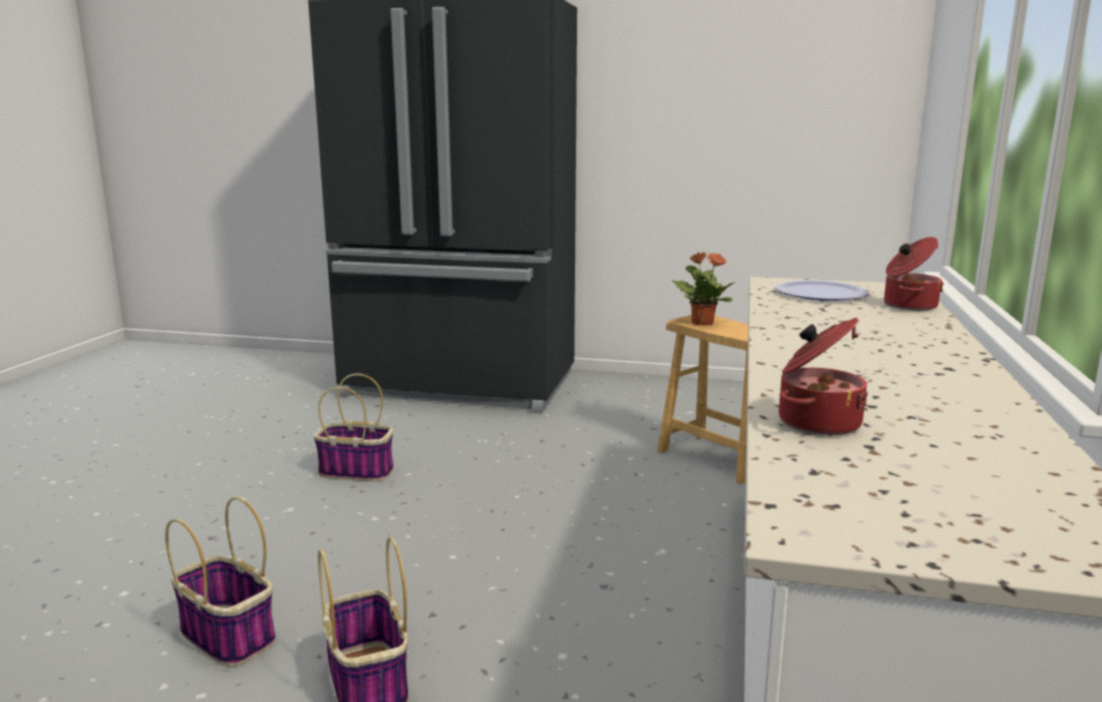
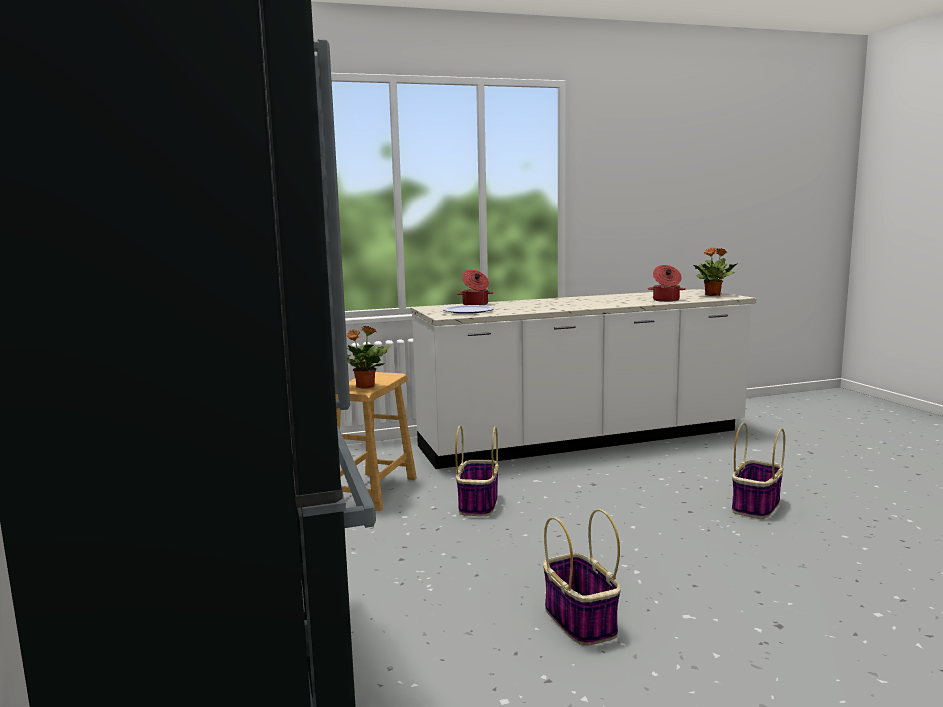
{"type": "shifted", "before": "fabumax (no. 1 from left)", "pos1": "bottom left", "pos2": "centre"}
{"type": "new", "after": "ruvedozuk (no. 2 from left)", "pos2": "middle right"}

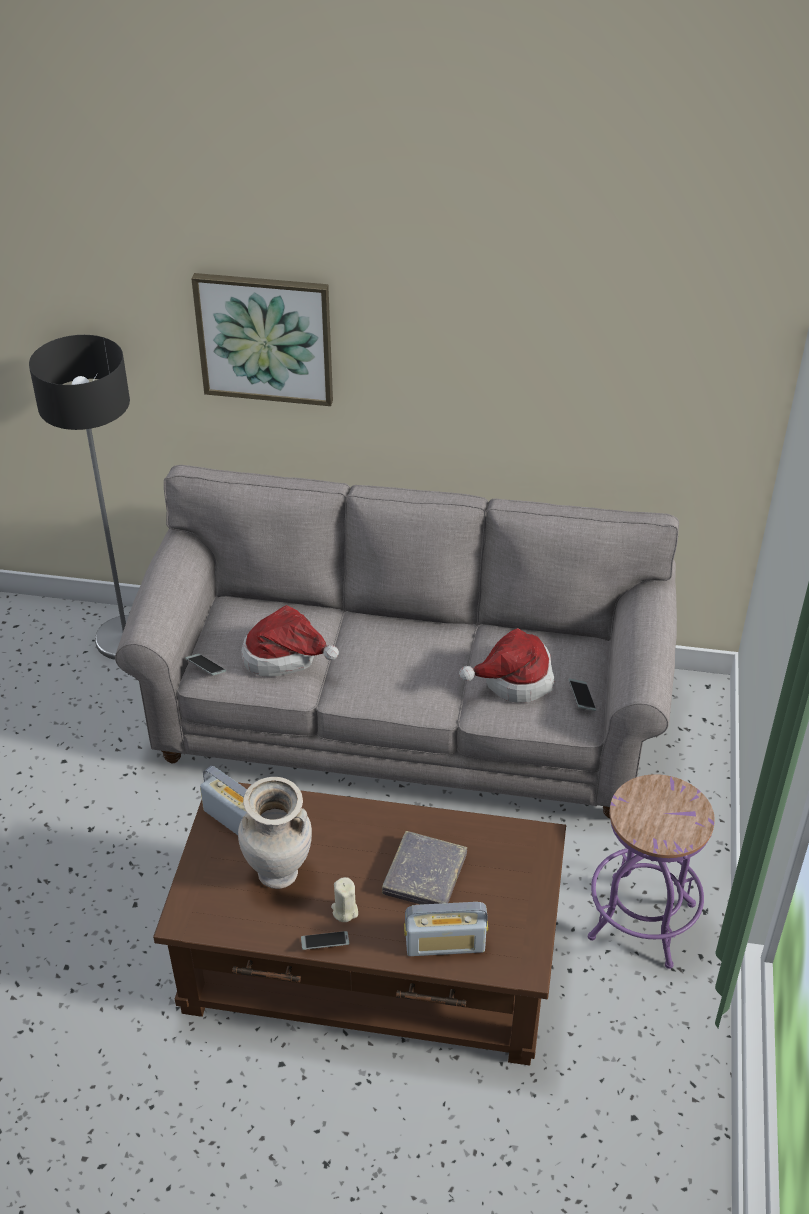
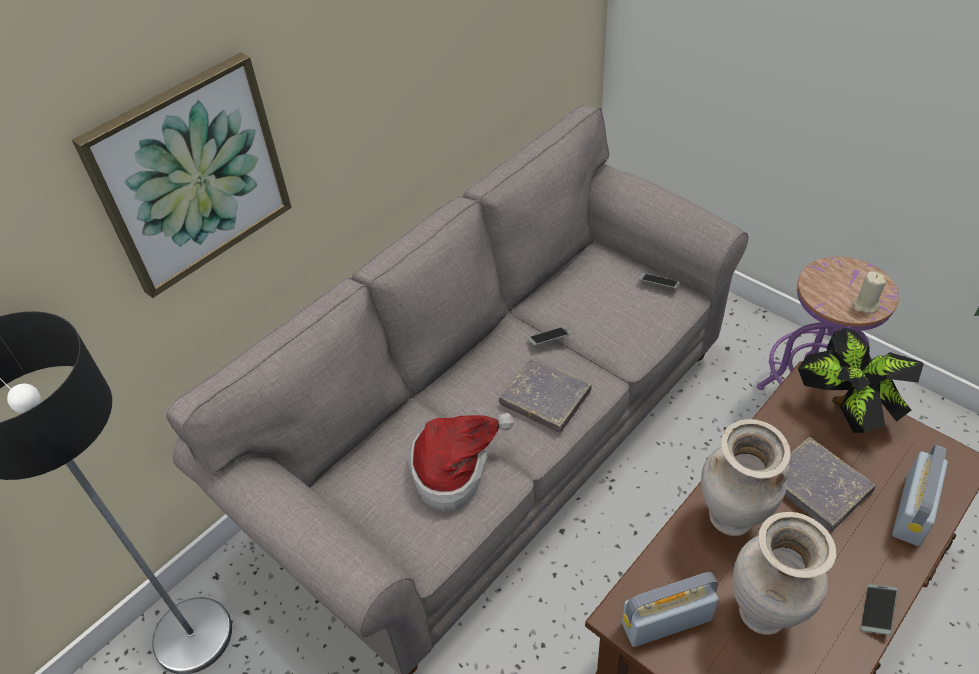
{"type": "new", "after": "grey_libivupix (no. 1 from left)", "pos2": "centre"}
{"type": "shifted", "before": "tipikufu (no. 1 from left)", "pos1": "middle left", "pos2": "centre"}
{"type": "new", "after": "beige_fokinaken (no. 1 from left)", "pos2": "bottom right"}
{"type": "new", "after": "ruvedozuk", "pos2": "middle right"}
{"type": "shifted", "before": "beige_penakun", "pos1": "bottom centre", "pos2": "middle right"}
{"type": "gone", "before": "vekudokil (no. 2 from left)", "pos1": "centre"}

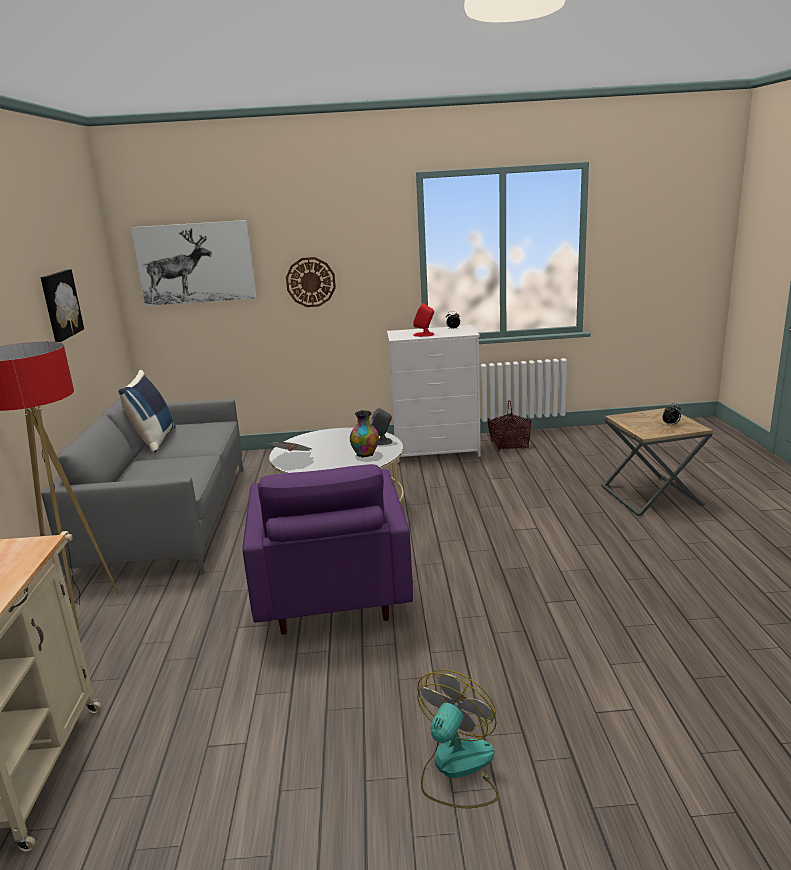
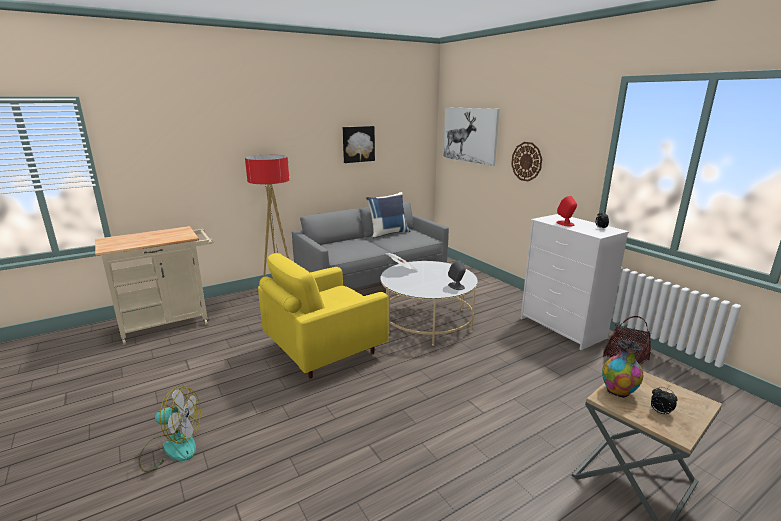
{"type": "repainted", "before": "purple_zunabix", "after": "yellow_zunabix", "pos1": "centre", "pos2": "centre"}
{"type": "shifted", "before": "fokinaken", "pos1": "centre", "pos2": "bottom right"}

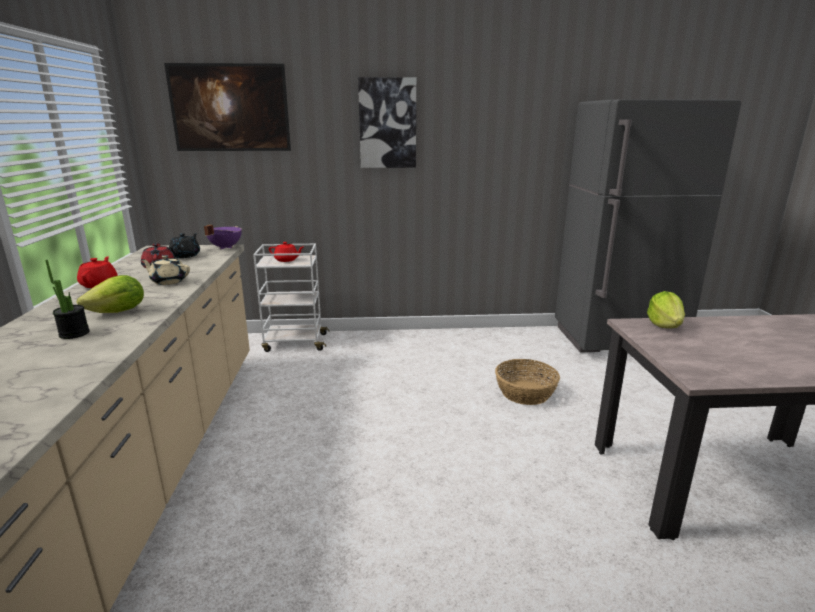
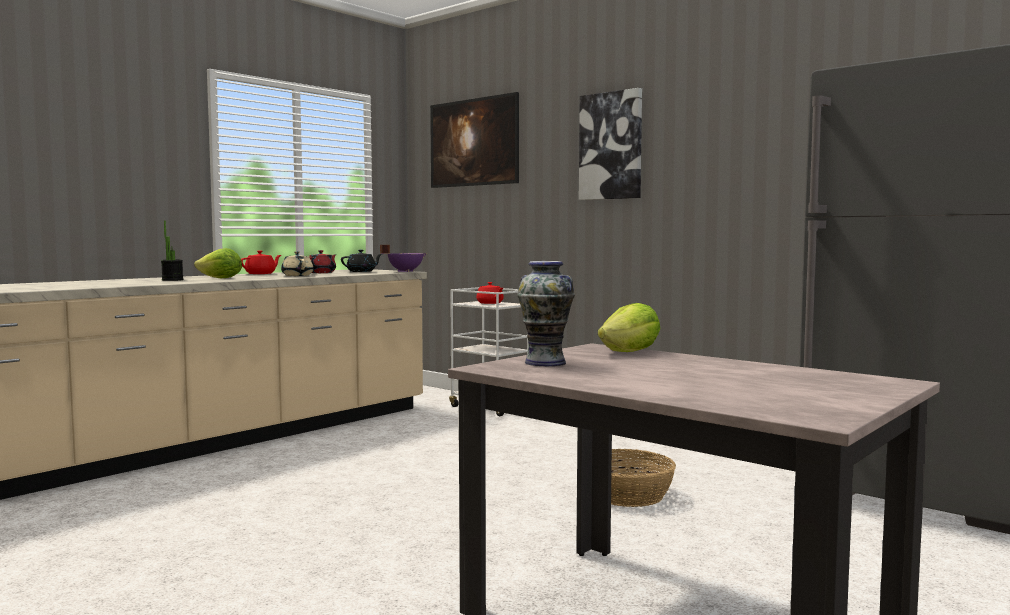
{"type": "new", "after": "fokinaken", "pos2": "centre"}

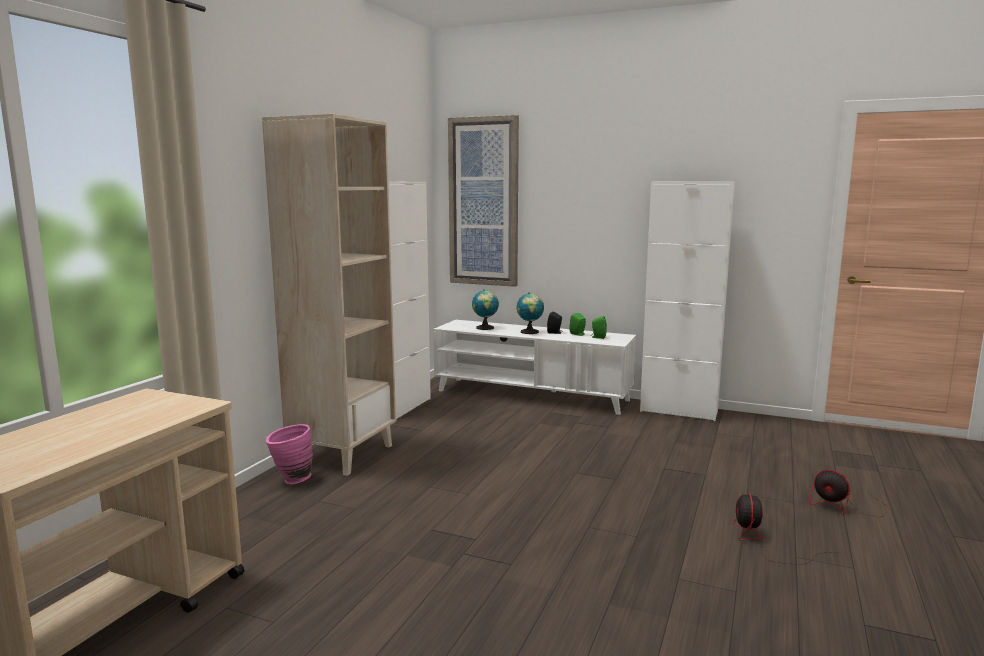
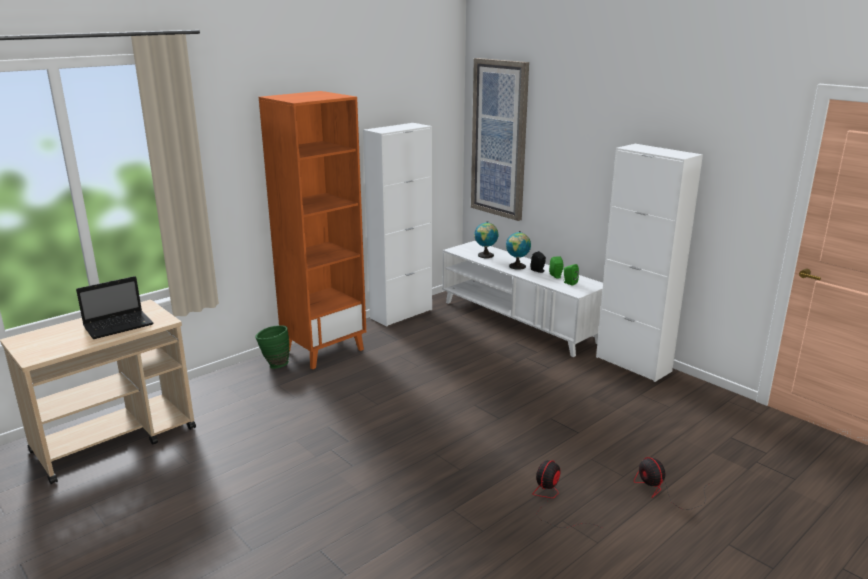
{"type": "new", "after": "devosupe", "pos2": "middle left"}
{"type": "repainted", "before": "pink_fokinaken", "after": "green_fokinaken", "pos1": "bottom left", "pos2": "middle left"}
{"type": "repainted", "before": "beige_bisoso", "after": "orange_bisoso", "pos1": "centre", "pos2": "centre"}

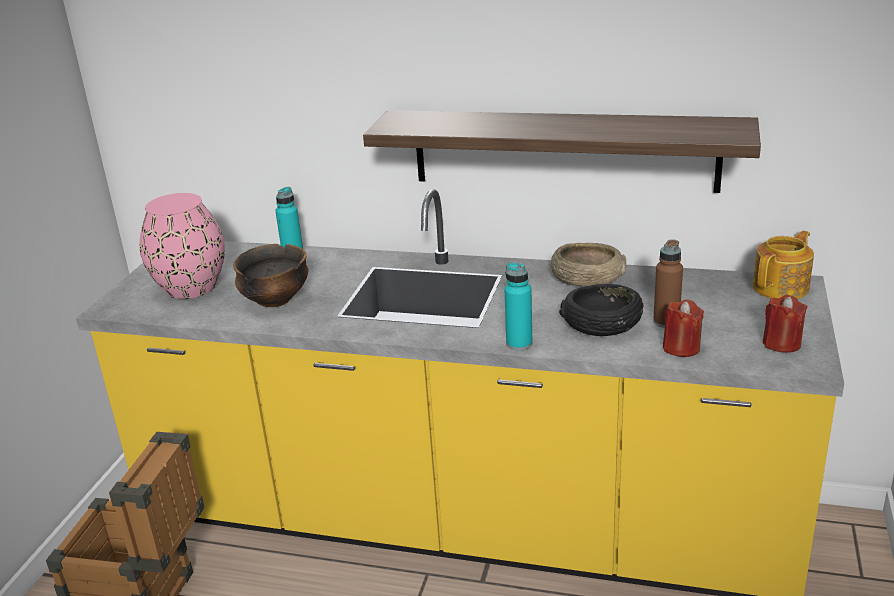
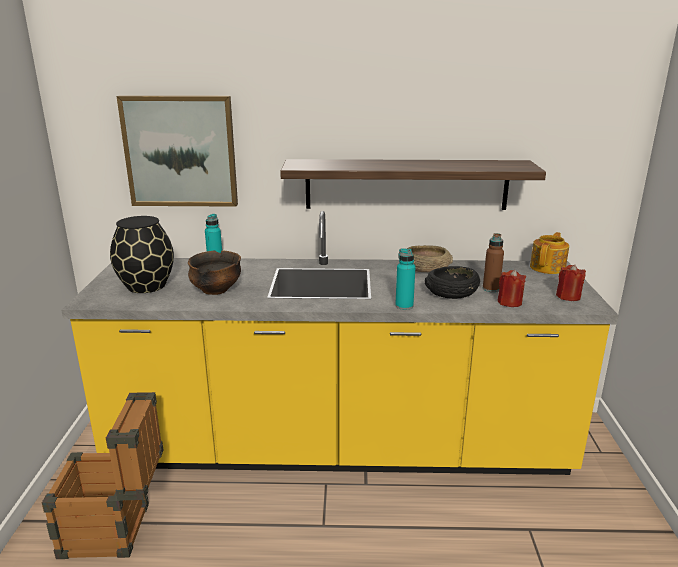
{"type": "repainted", "before": "pink_fokinaken", "after": "black_fokinaken", "pos1": "middle left", "pos2": "middle left"}
{"type": "new", "after": "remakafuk", "pos2": "top left"}

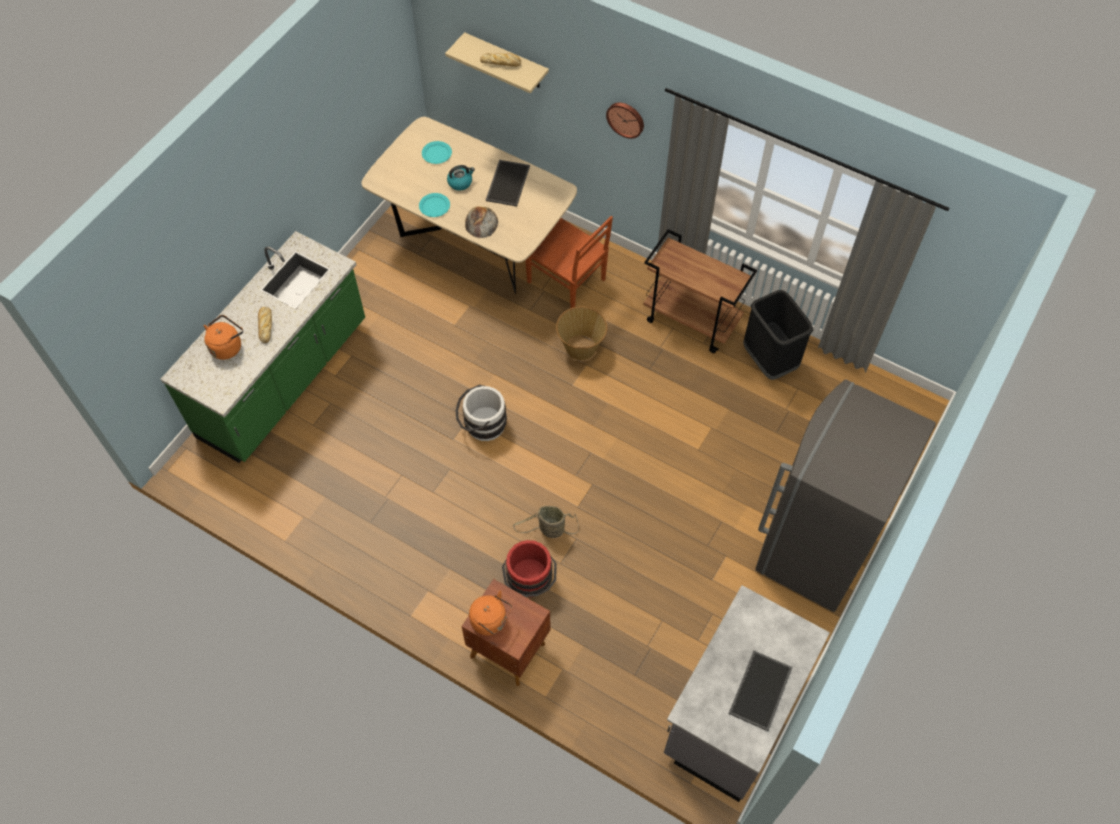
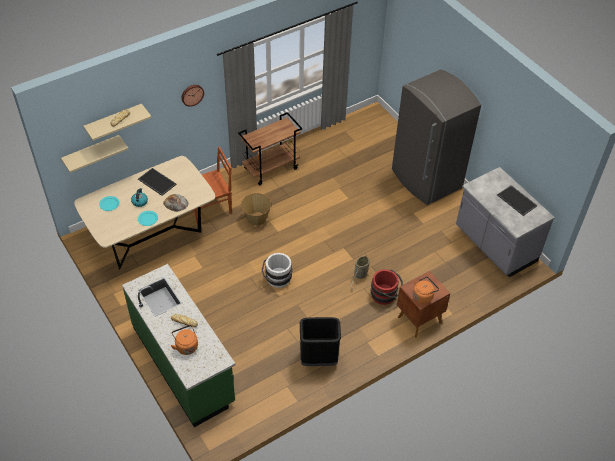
{"type": "new", "after": "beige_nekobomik (no. 1 from left)", "pos2": "middle left"}
{"type": "shifted", "before": "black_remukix", "pos1": "middle right", "pos2": "bottom centre"}

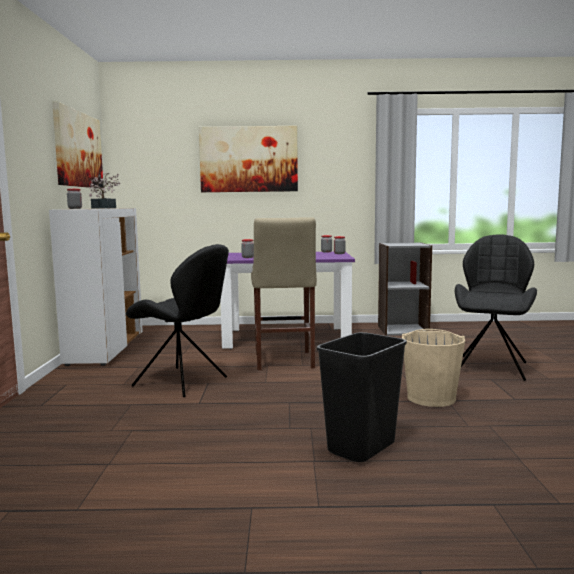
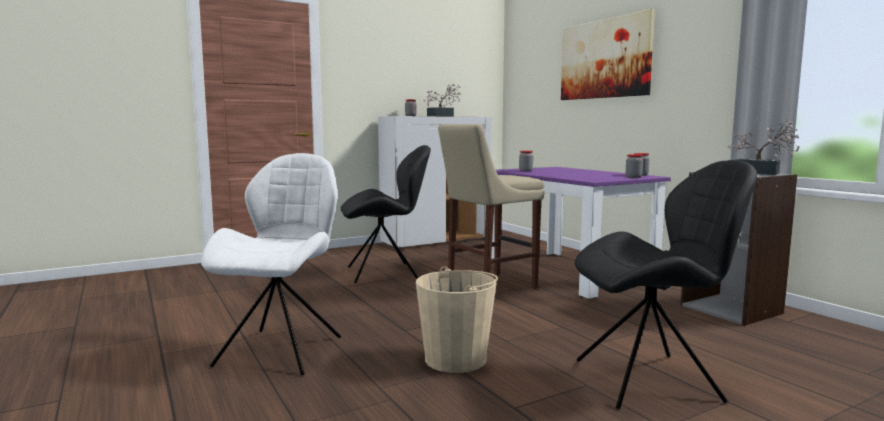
{"type": "swapped", "before": "black_remukix", "after": "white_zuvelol", "pos1": "bottom centre", "pos2": "middle left"}
{"type": "rotated", "before": "black_zuvelol (no. 1 from left)", "pos1": "middle left", "pos2": "centre", "turn": -105}
{"type": "new", "after": "ruvedozuk (no. 2 from left)", "pos2": "middle right"}
{"type": "gone", "before": "remakafuk (no. 1 from left)", "pos1": "top left"}

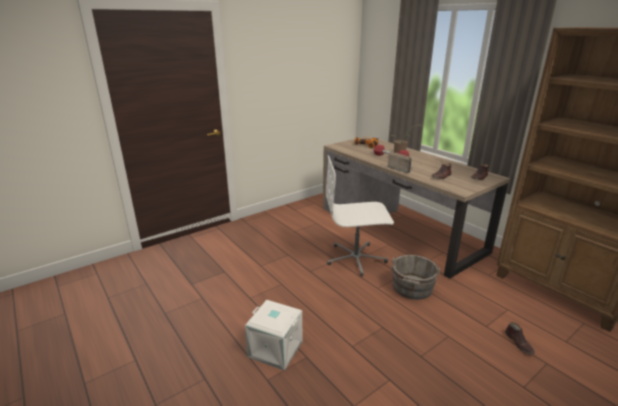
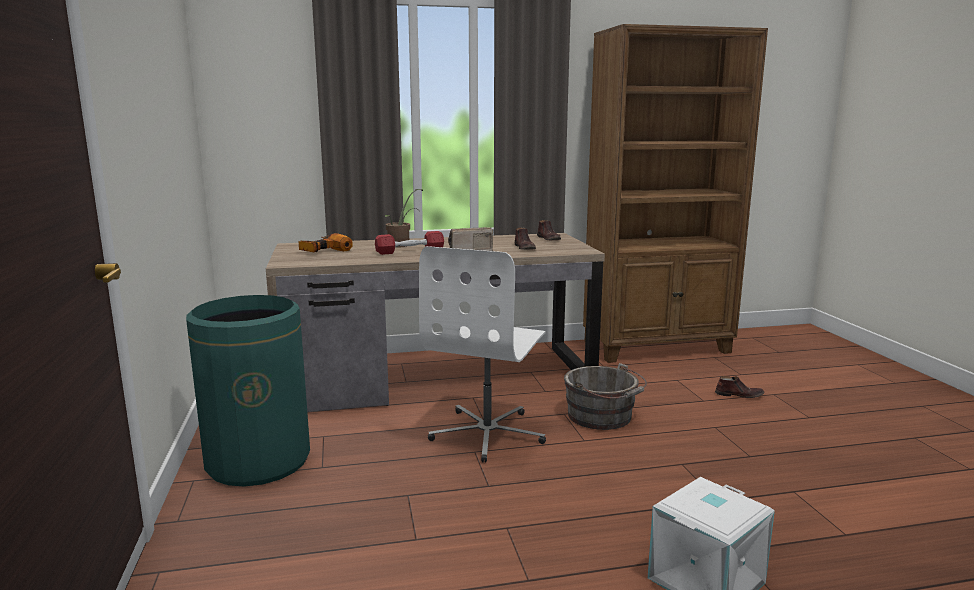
{"type": "new", "after": "green_remukix", "pos2": "middle left"}

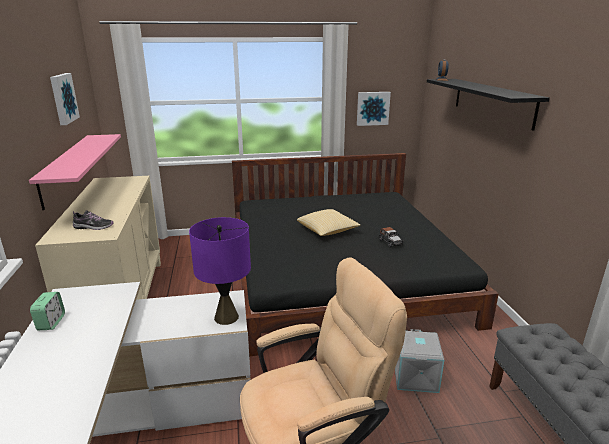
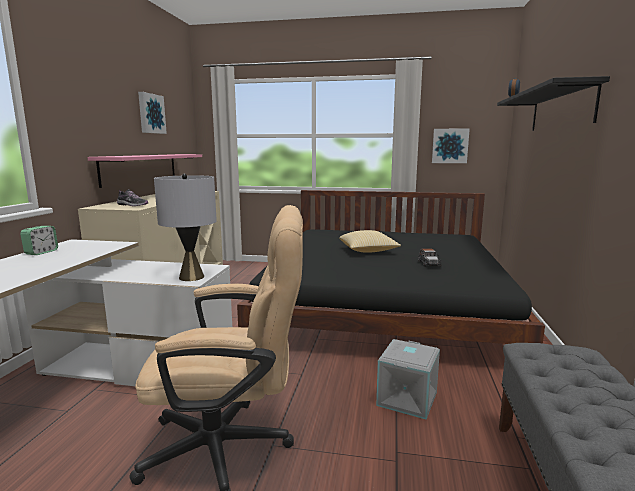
{"type": "repainted", "before": "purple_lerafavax", "after": "grey_lerafavax", "pos1": "centre", "pos2": "middle left"}

